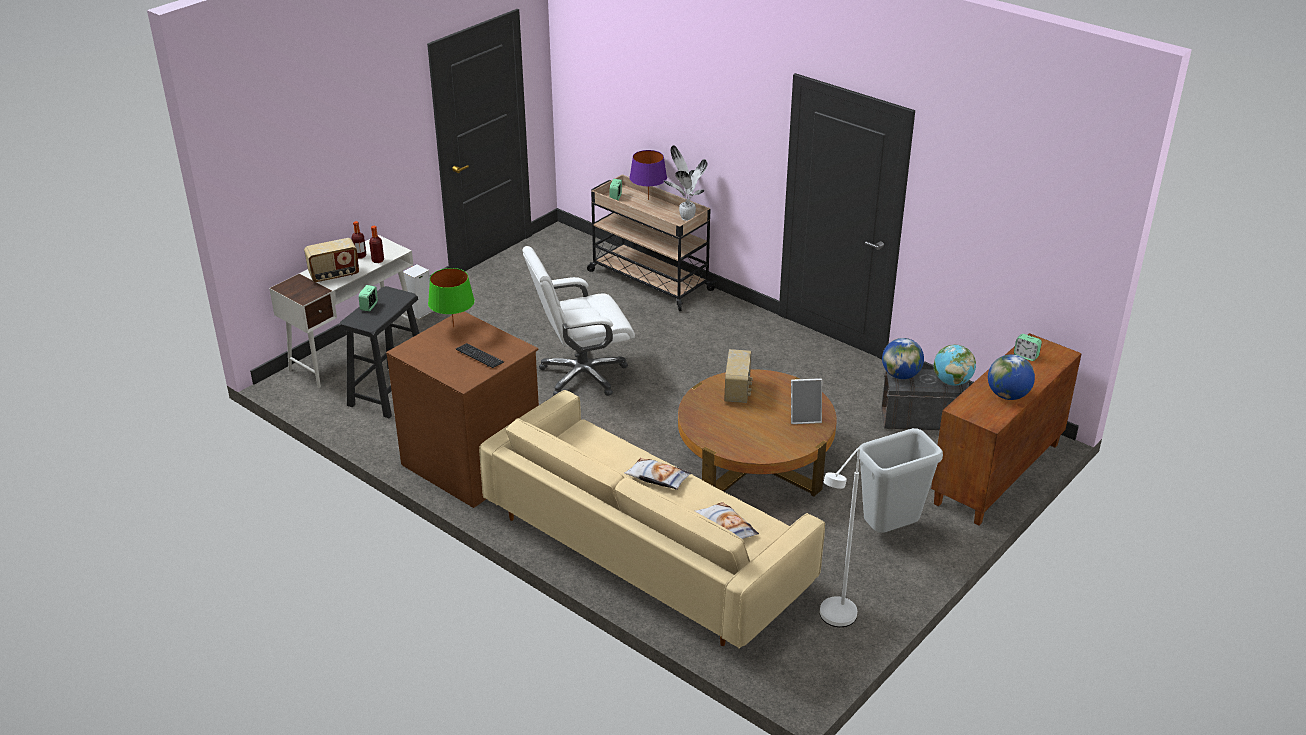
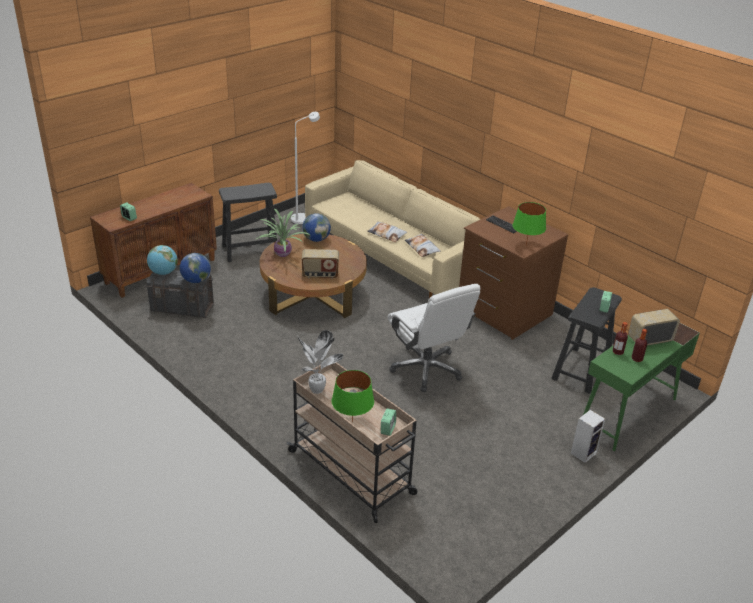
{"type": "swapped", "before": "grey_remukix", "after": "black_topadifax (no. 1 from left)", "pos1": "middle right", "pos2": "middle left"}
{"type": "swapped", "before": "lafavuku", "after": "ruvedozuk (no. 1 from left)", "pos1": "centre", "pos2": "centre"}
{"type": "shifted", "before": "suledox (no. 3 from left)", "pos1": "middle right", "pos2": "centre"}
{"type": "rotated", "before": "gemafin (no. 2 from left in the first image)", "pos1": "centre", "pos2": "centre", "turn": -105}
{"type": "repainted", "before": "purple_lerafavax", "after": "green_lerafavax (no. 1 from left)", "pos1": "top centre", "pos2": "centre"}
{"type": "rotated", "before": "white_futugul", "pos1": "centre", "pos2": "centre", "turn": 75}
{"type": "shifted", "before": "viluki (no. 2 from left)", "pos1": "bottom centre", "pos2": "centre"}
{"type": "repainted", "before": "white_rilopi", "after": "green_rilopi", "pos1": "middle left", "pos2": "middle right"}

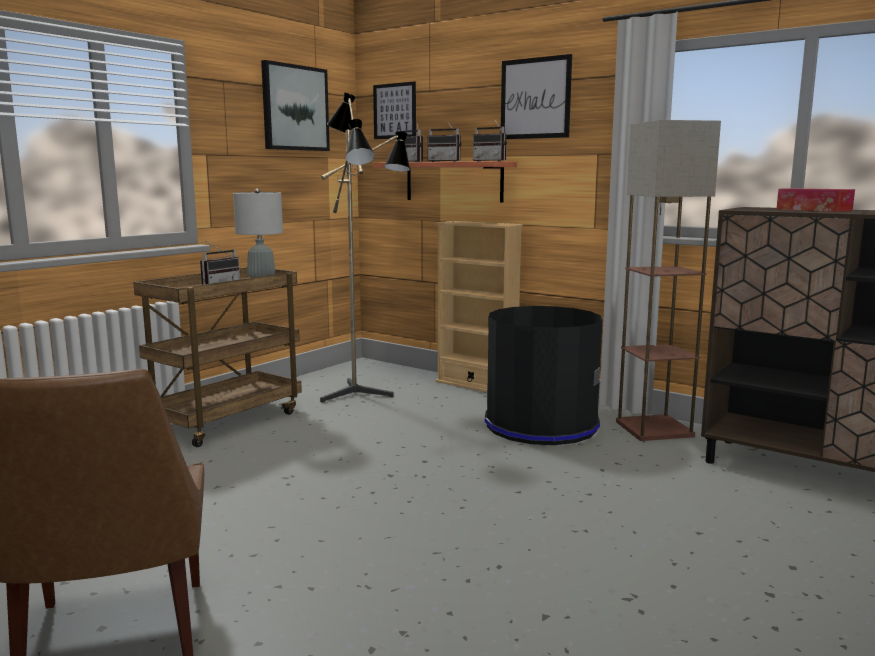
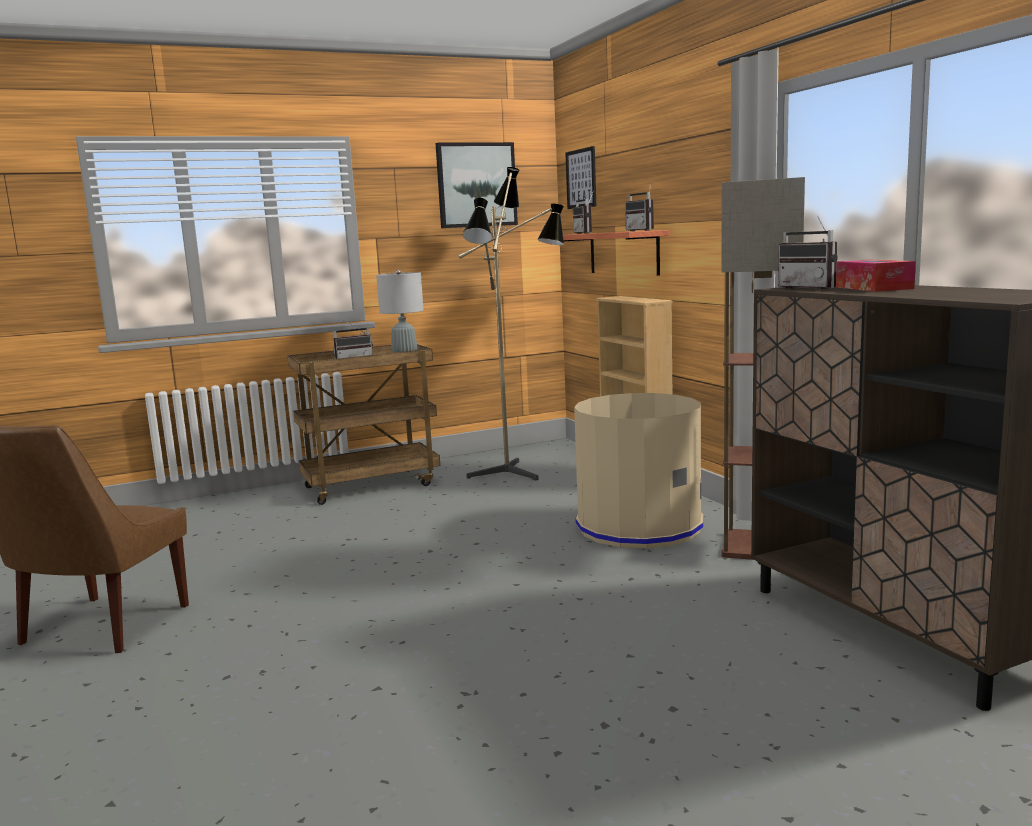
{"type": "repainted", "before": "black_remukix", "after": "beige_remukix", "pos1": "centre", "pos2": "centre"}
{"type": "shifted", "before": "gemafin (no. 3 from left in the first image)", "after": "gemafin (no. 4 from left)", "pos1": "top centre", "pos2": "top right"}
{"type": "gone", "before": "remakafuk (no. 3 from left)", "pos1": "top centre"}

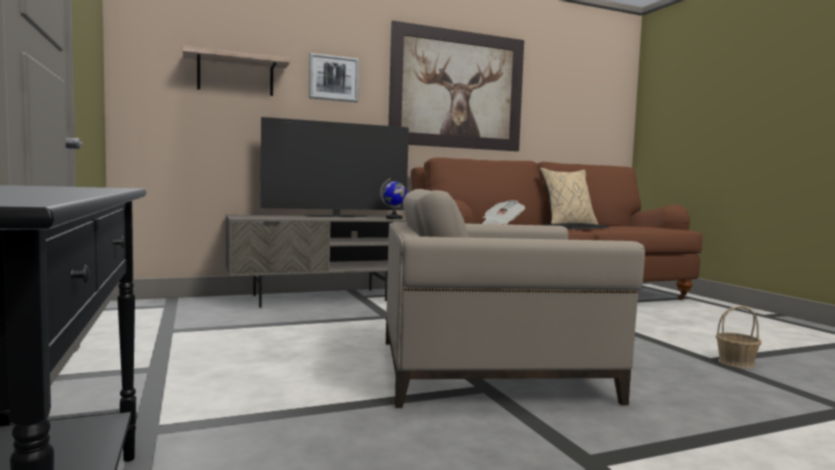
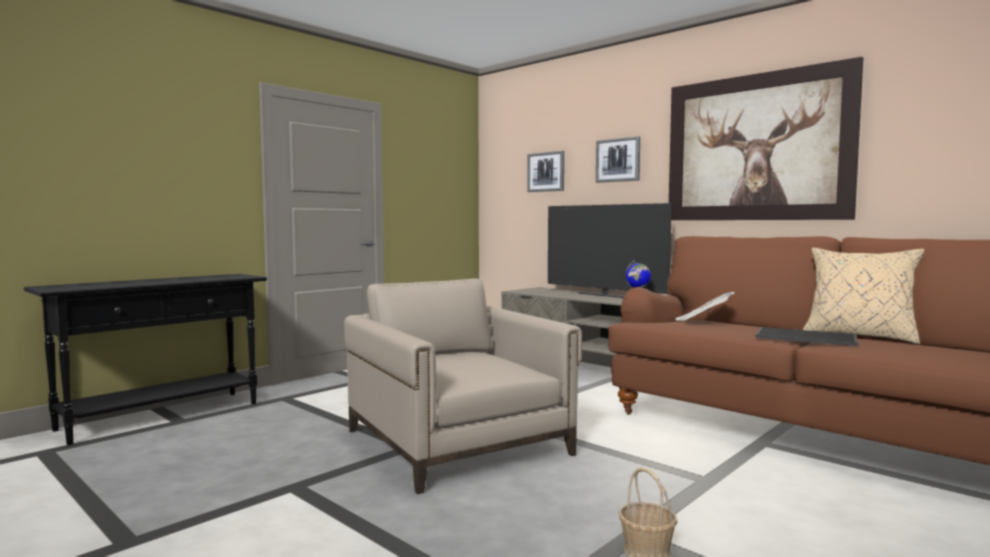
{"type": "swapped", "before": "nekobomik", "after": "remakafuk (no. 1 from left)", "pos1": "top left", "pos2": "top centre"}

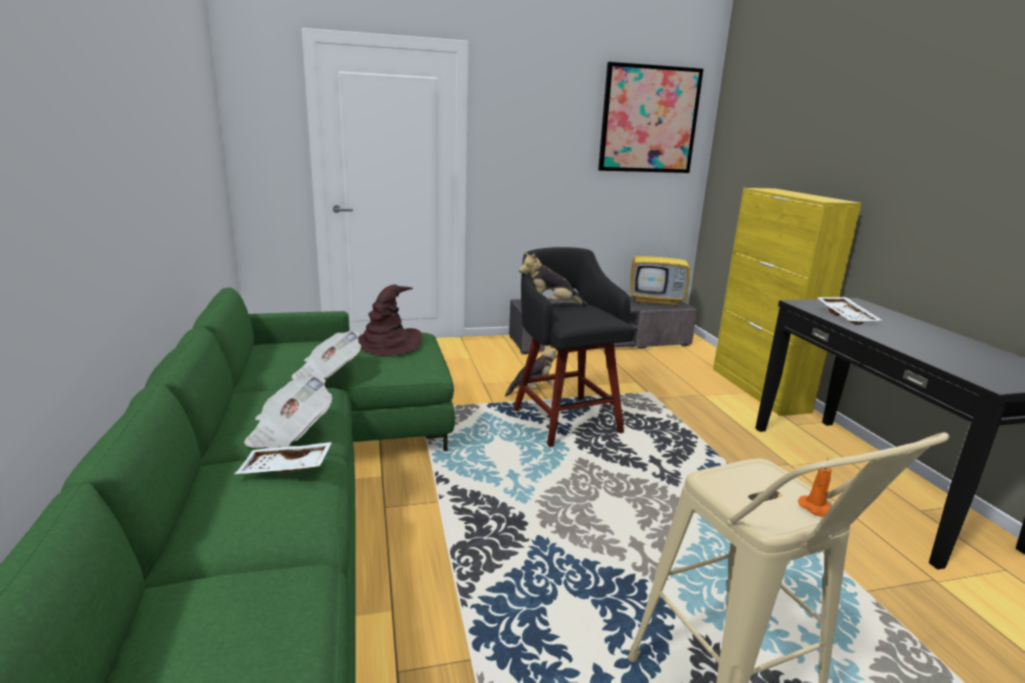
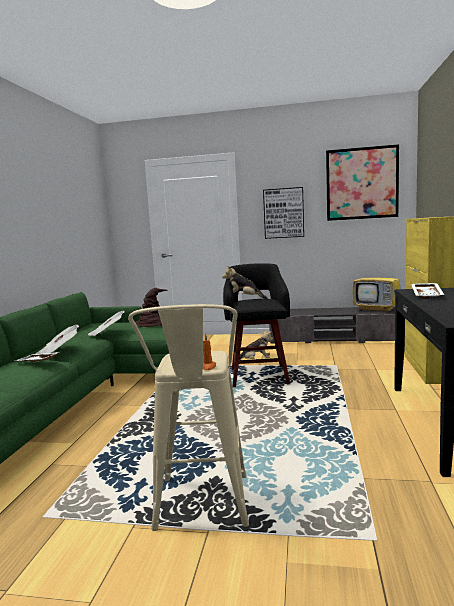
{"type": "new", "after": "remakafuk (no. 1 from left)", "pos2": "centre"}

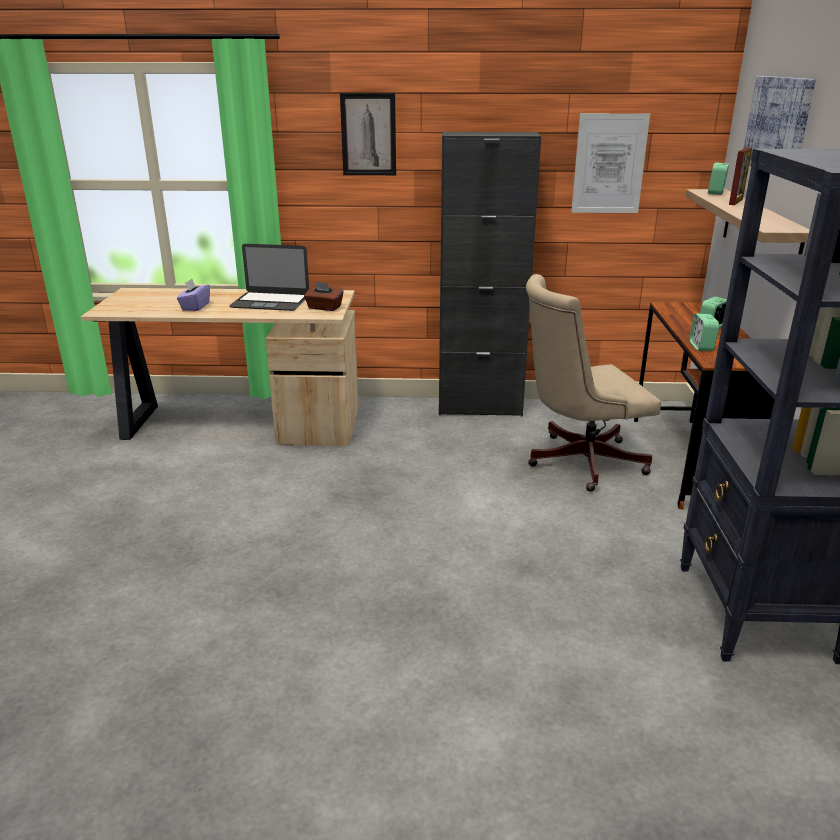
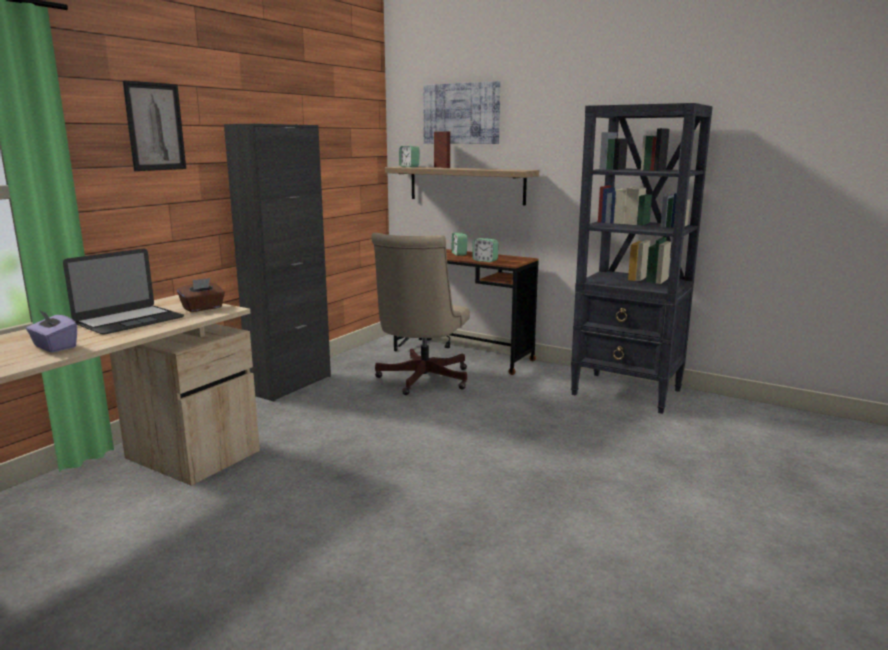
{"type": "gone", "before": "remakafuk (no. 2 from left)", "pos1": "top right"}

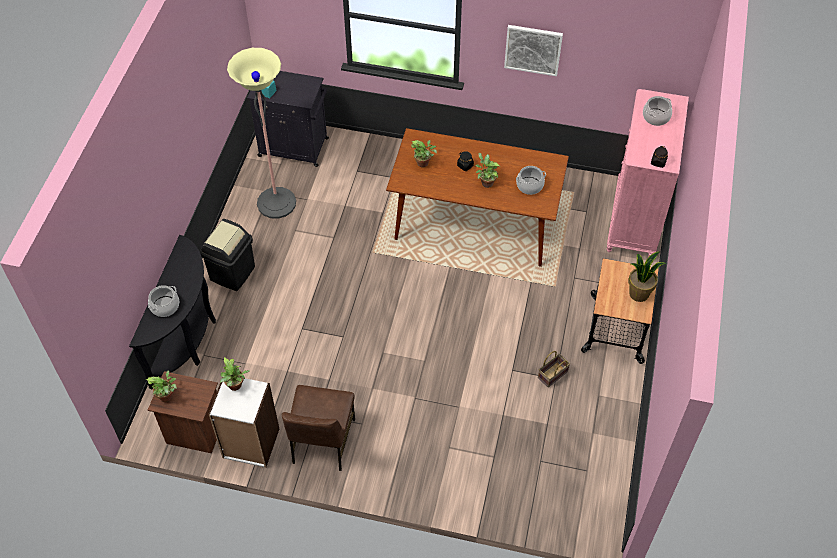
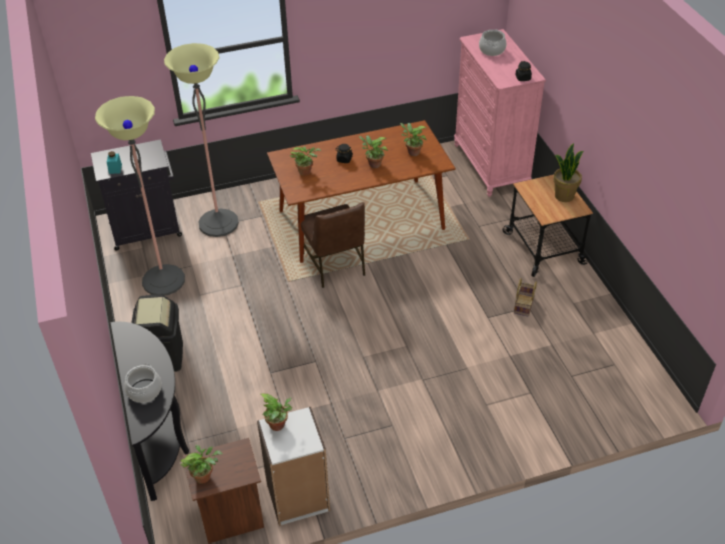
{"type": "new", "after": "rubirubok (no. 2 from left)", "pos2": "top left"}
{"type": "shifted", "before": "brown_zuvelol", "pos1": "bottom centre", "pos2": "centre"}
{"type": "swapped", "before": "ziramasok (no. 2 from left)", "after": "ruvedozuk (no. 5 from left)", "pos1": "top centre", "pos2": "top centre"}
{"type": "gone", "before": "remakafuk", "pos1": "top centre"}

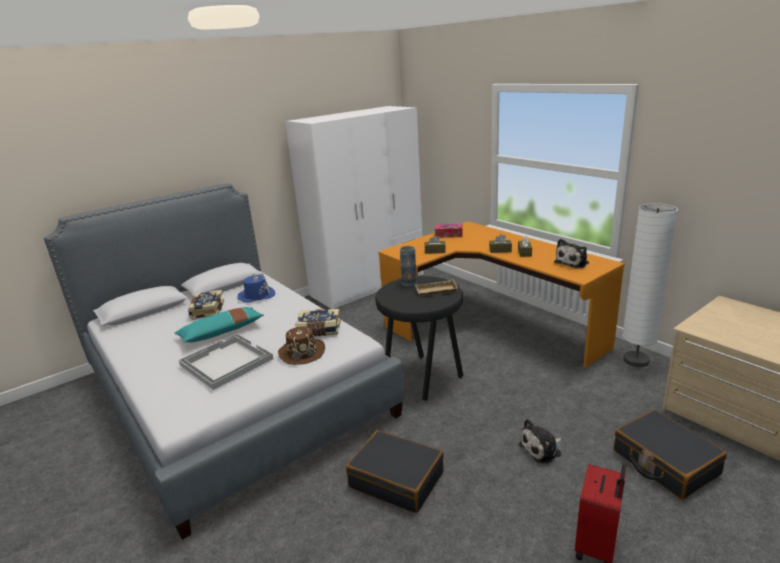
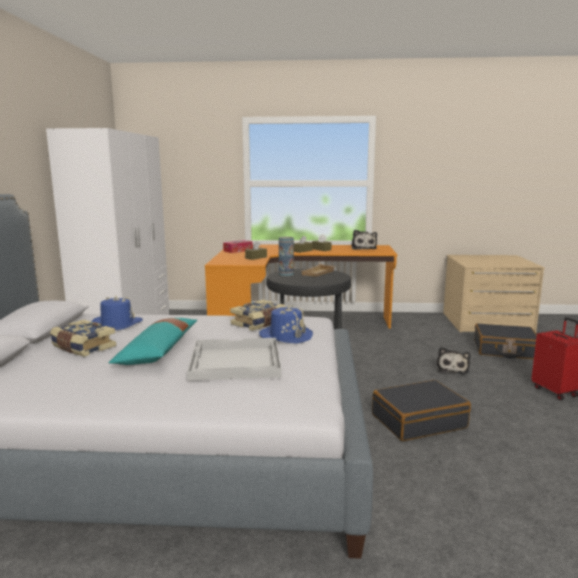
{"type": "repainted", "before": "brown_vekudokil", "after": "blue_vekudokil (no. 2 from left)", "pos1": "centre", "pos2": "centre"}
{"type": "gone", "before": "white_rubirubok", "pos1": "middle right"}

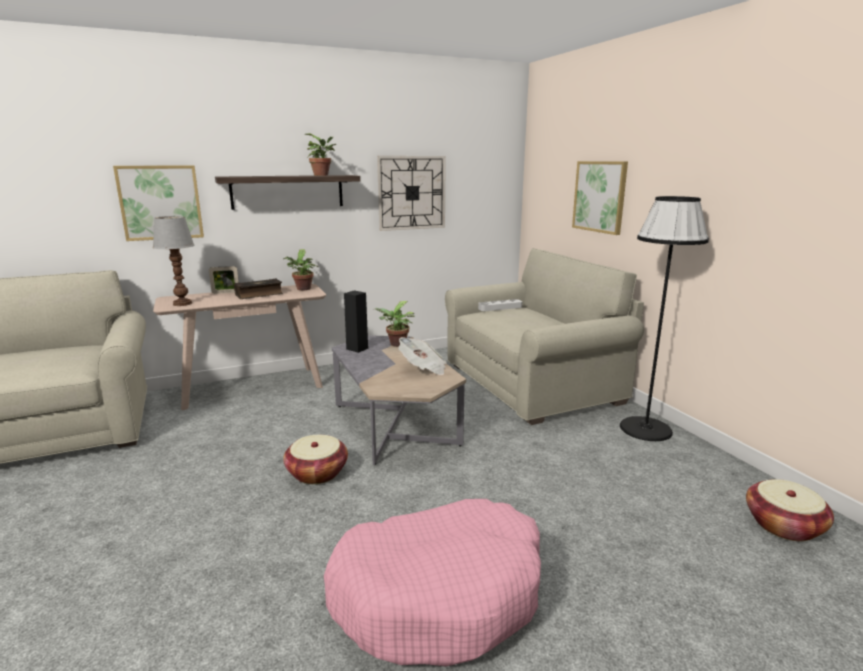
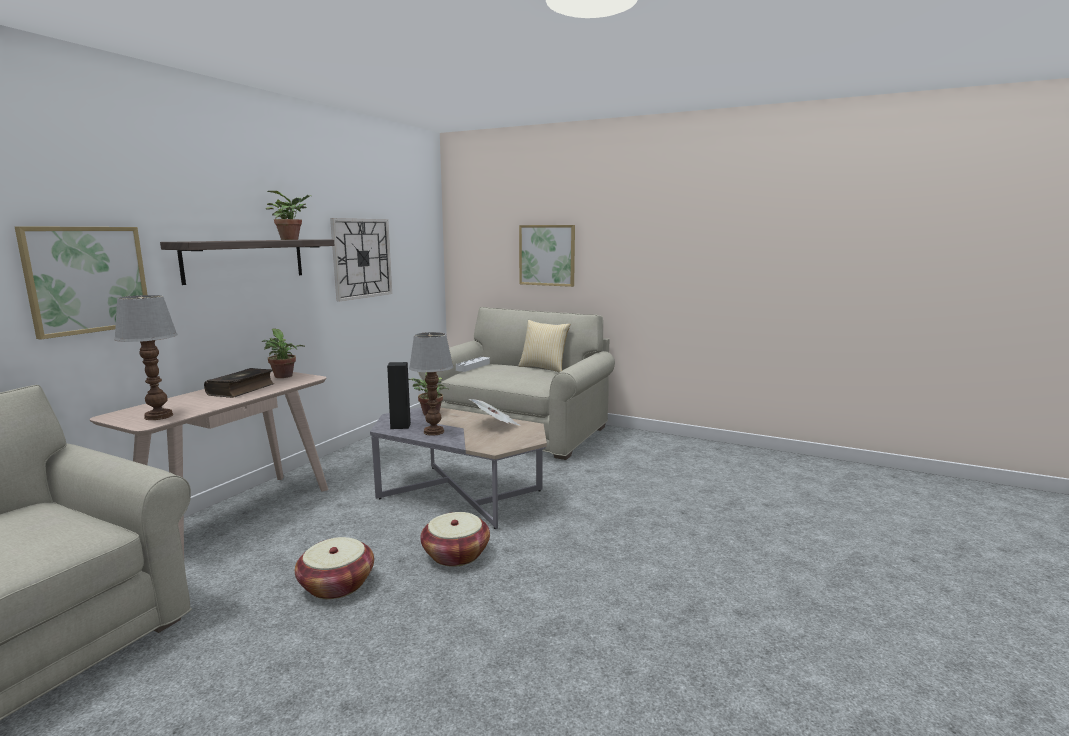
{"type": "shifted", "before": "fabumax (no. 2 from left in the first image)", "after": "fabumax (no. 1 from left)", "pos1": "bottom right", "pos2": "bottom left"}
{"type": "new", "after": "lerafavax (no. 2 from left)", "pos2": "centre"}
{"type": "new", "after": "viluki", "pos2": "centre"}
{"type": "gone", "before": "lafavuku", "pos1": "middle left"}
{"type": "gone", "before": "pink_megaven", "pos1": "bottom centre"}
{"type": "gone", "before": "black_rubirubok", "pos1": "middle right"}

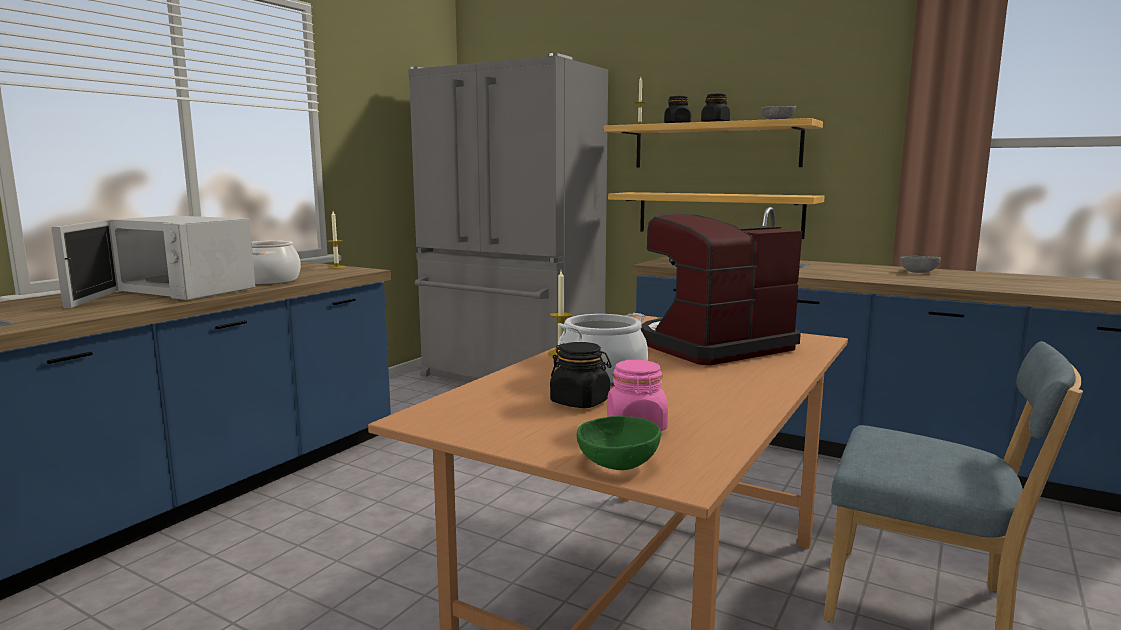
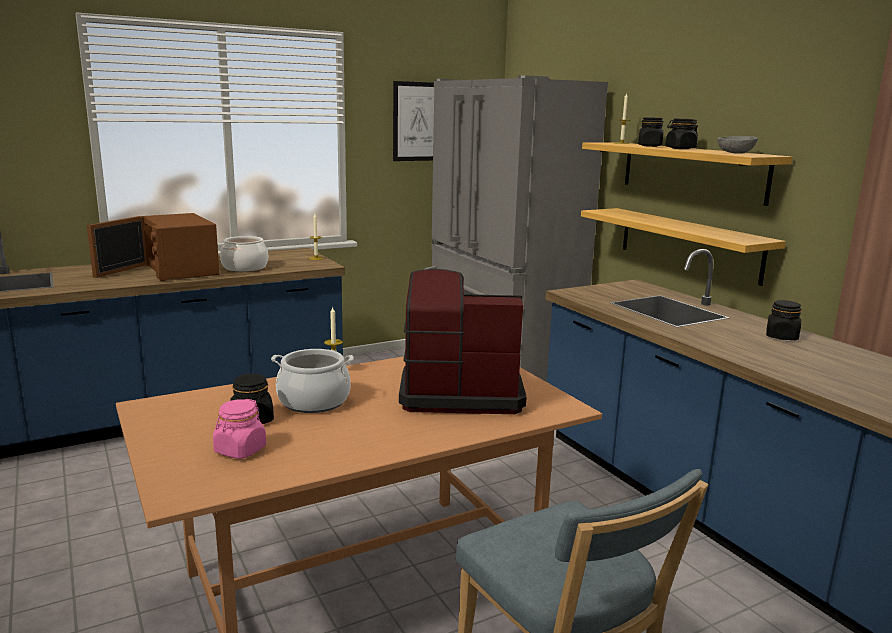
{"type": "repainted", "before": "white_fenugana", "after": "brown_fenugana", "pos1": "middle left", "pos2": "middle left"}
{"type": "new", "after": "remakafuk", "pos2": "top centre"}
{"type": "new", "after": "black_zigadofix (no. 4 from left)", "pos2": "middle right"}
{"type": "gone", "before": "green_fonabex", "pos1": "bottom centre"}
{"type": "gone", "before": "grey_fonabex (no. 2 from left)", "pos1": "middle right"}

